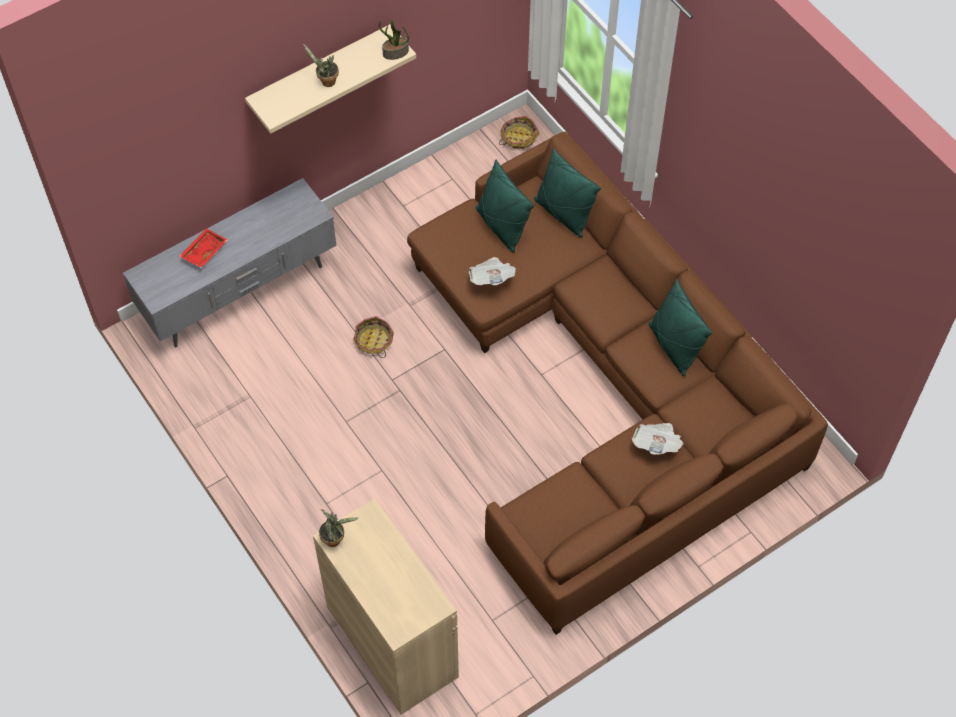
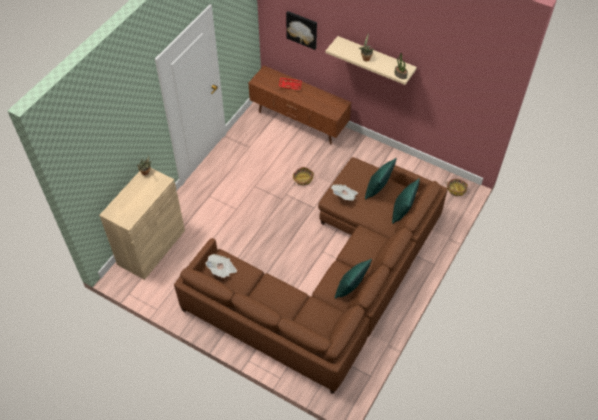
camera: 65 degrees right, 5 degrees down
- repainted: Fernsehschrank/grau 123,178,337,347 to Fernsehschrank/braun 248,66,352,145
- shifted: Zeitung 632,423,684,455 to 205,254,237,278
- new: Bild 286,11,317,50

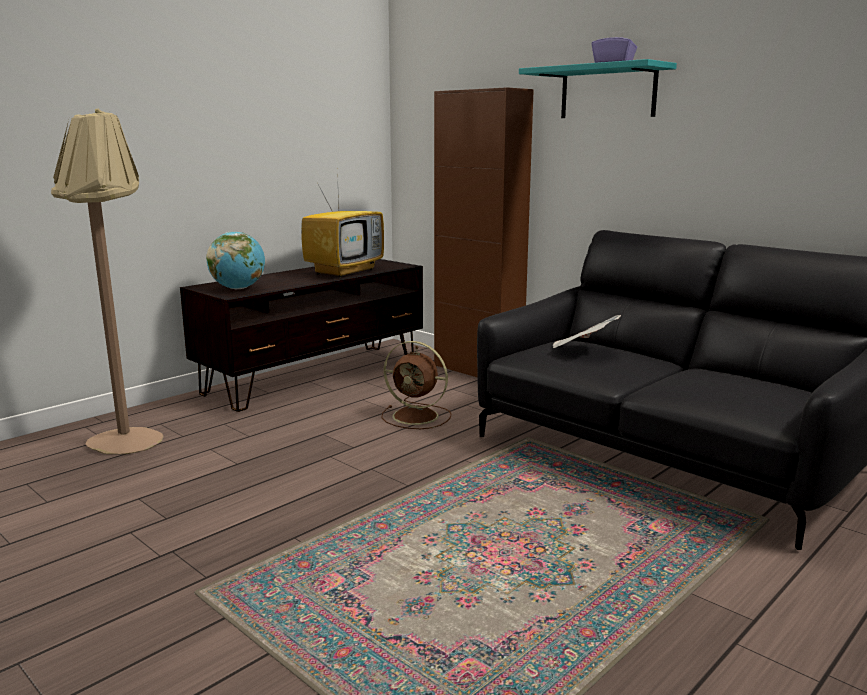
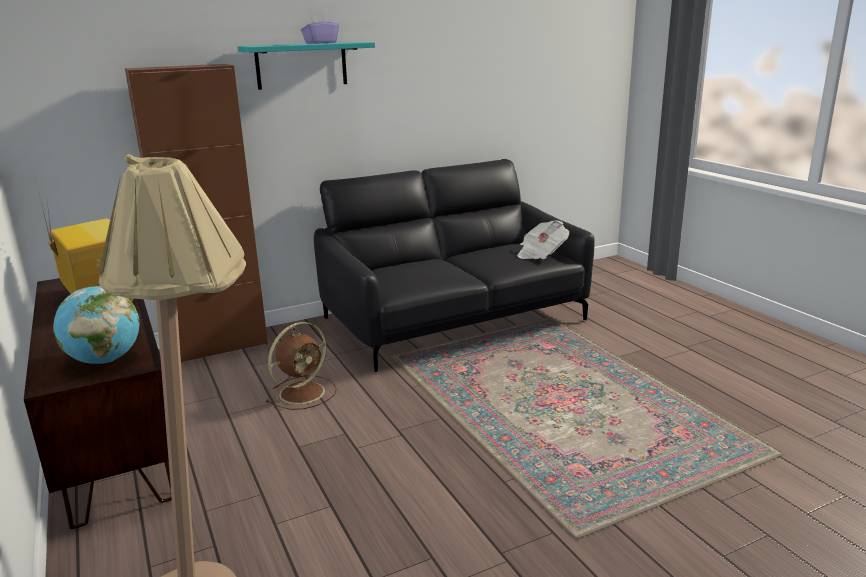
camera: 70 degrees left, 5 degrees up
- shifted: Zeitung 553,315,621,348 to 517,220,569,259

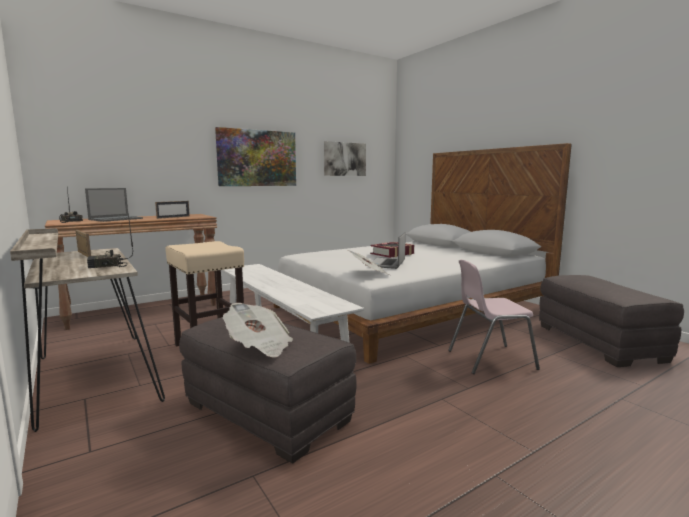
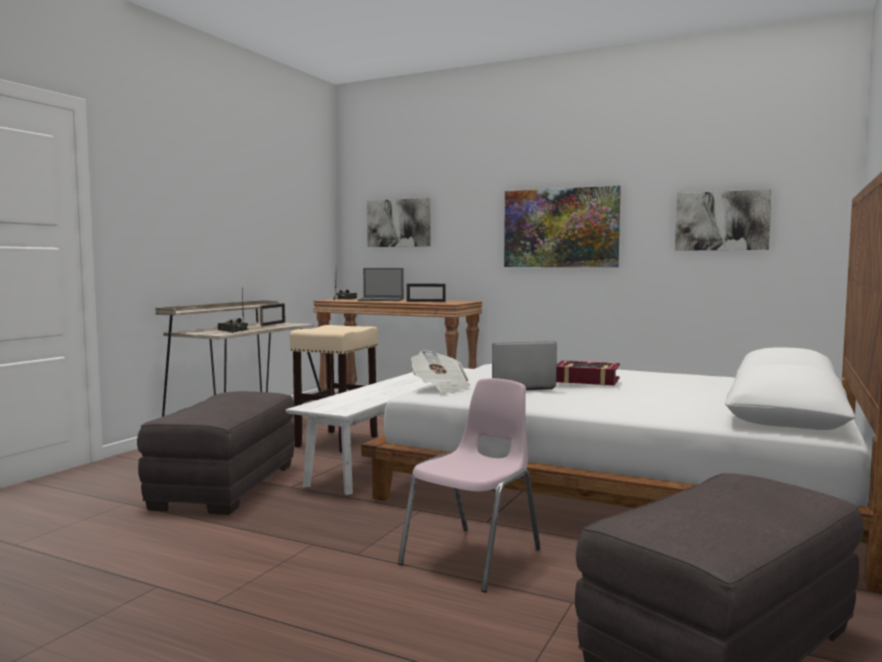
camera: 60 degrees right, 5 degrees down
- gone: Zeitung 223,303,293,358
- rotated: Stuhl/rosa 448,260,540,374 = 398,378,541,592 75 degrees clockwise
- new: Bild 367,198,430,247

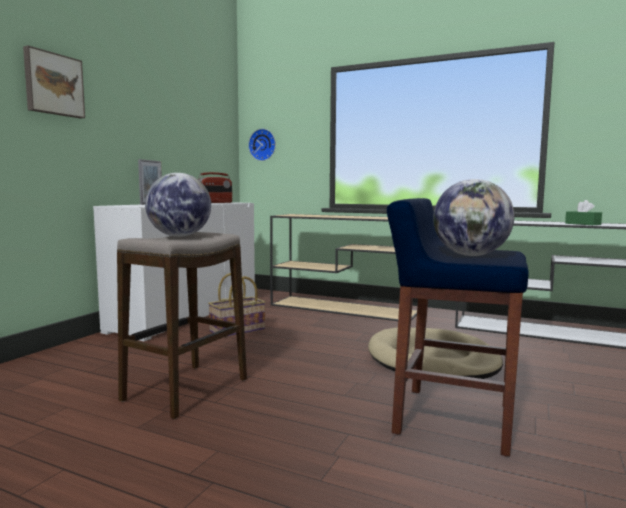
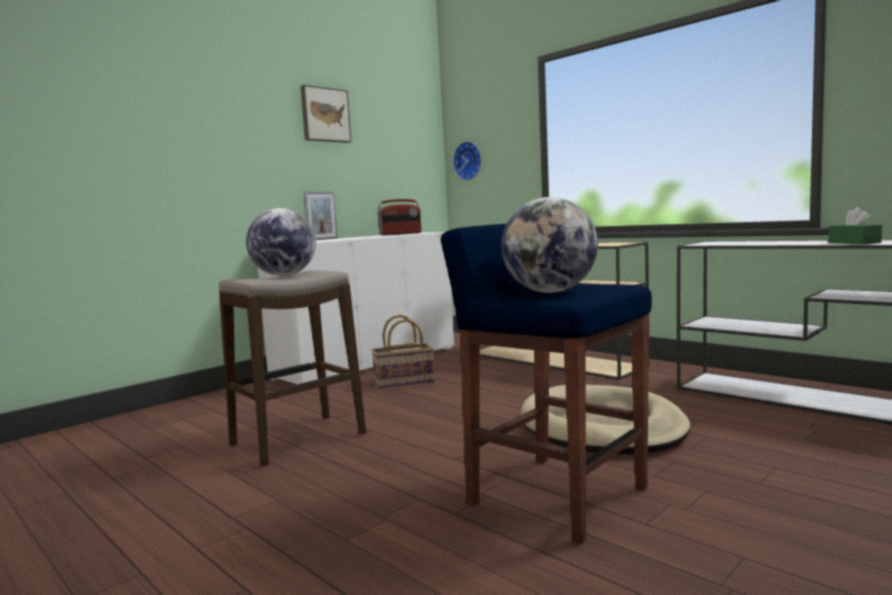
camera: 20 degrees right, 0 degrees up
- shifted: Bild 23,46,85,119 to 301,85,351,143

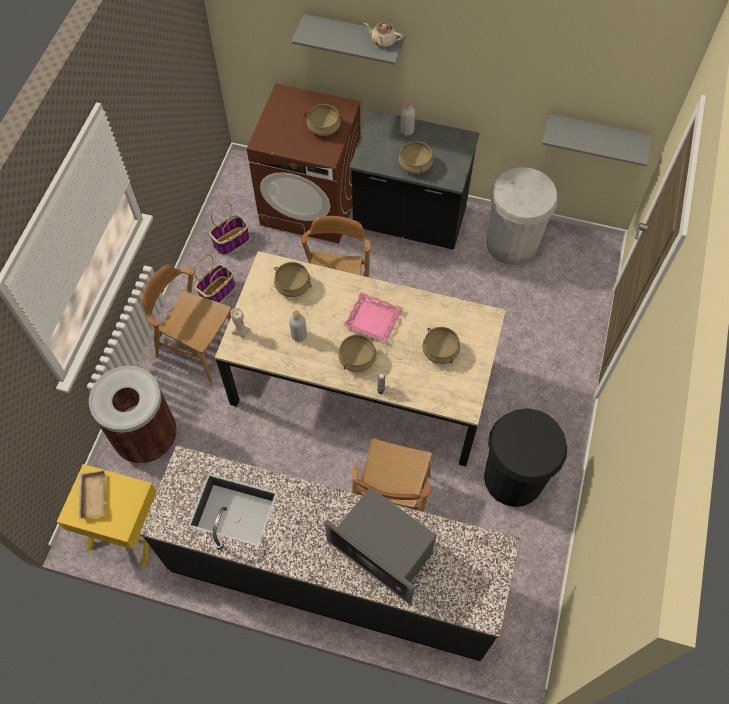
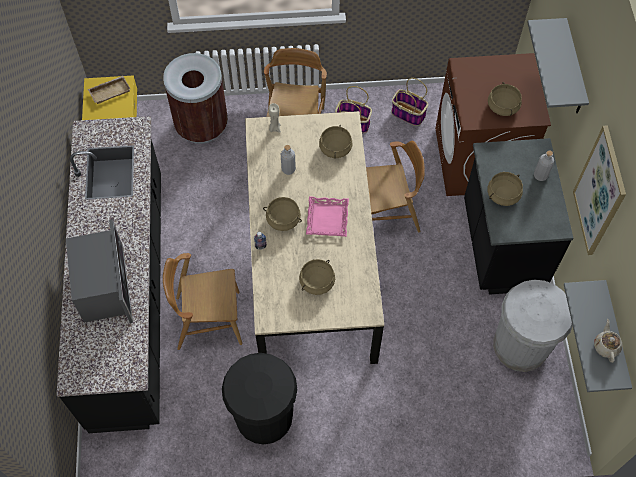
camera: 70 degrees right, 0 degrees up
- rotated: Mikrowelle 325,487,437,605 = 66,220,133,323 150 degrees clockwise
- shifted: Teekanne/beige 364,22,402,47 to 594,319,622,363
- new: Bild 573,125,626,255

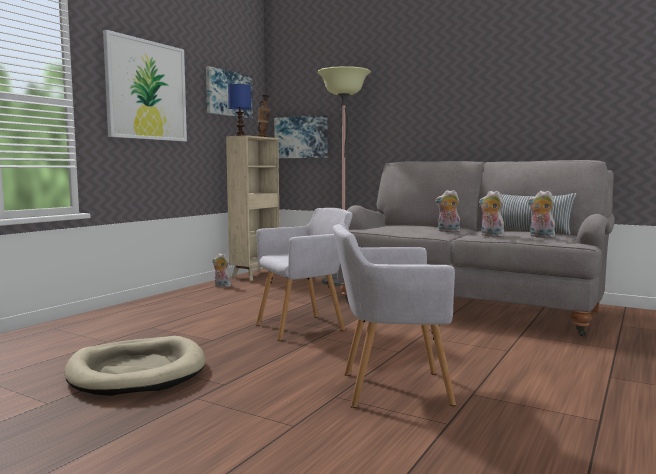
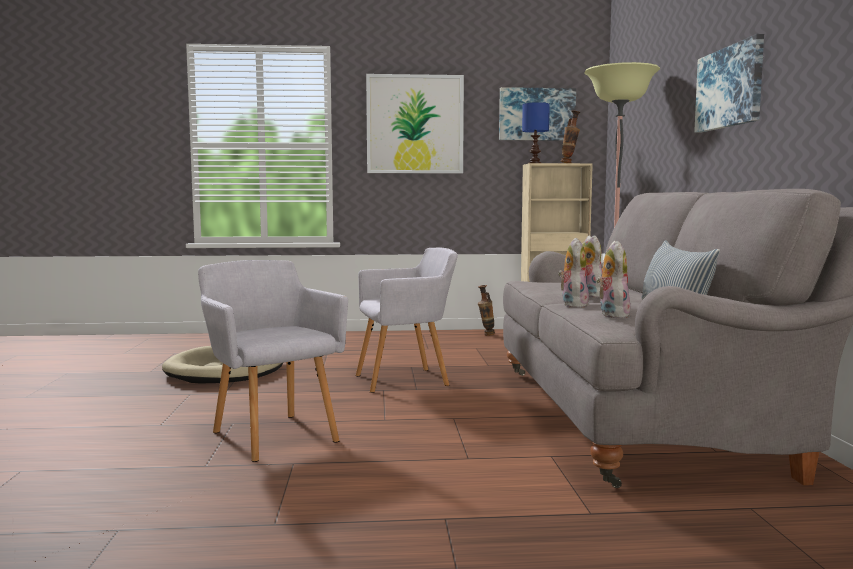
camera: 55 degrees right, 0 degrees up
- swapped: Plüschtier 212,253,231,287 to Vase 478,285,495,335
- rotated: Sessel/grau 256,208,353,341 = 356,248,458,393 45 degrees counterclockwise
- shifted: Bild 274,115,328,158 to 694,34,764,133

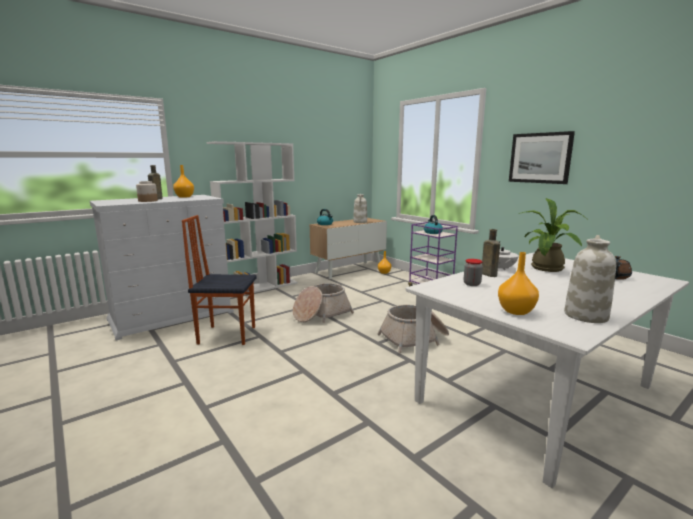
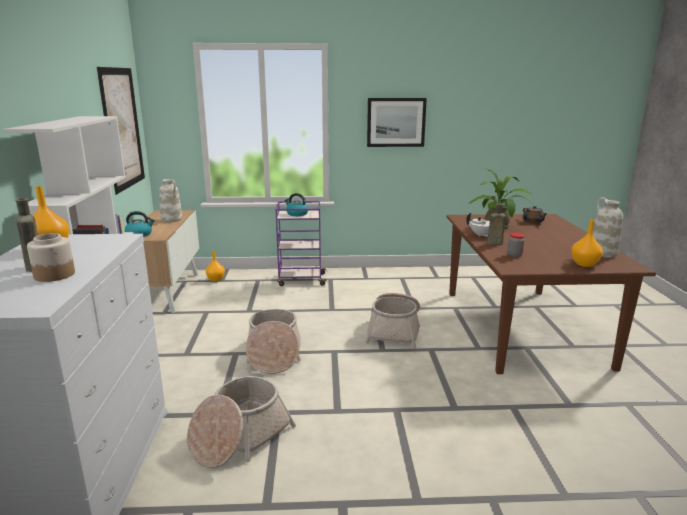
camera: 55 degrees left, 5 degrees up
- swapped: Stuhl 182,215,257,345 to Korb 187,376,296,468
- repainted: Esstisch/weiß 406,252,689,488 to Esstisch/braun 446,214,656,374
- new: Bild 97,67,145,194

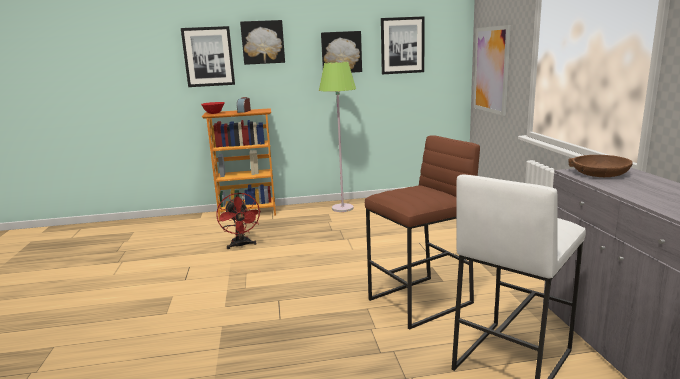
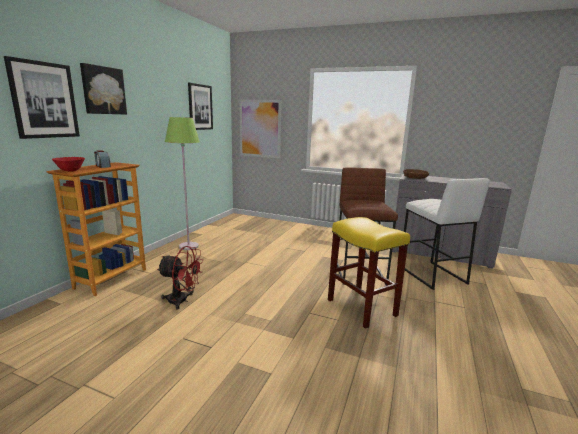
camera: 60 degrees left, 0 degrees up
- gone: Bild 321,31,362,73
- new: Hocker/gelb 328,217,410,329

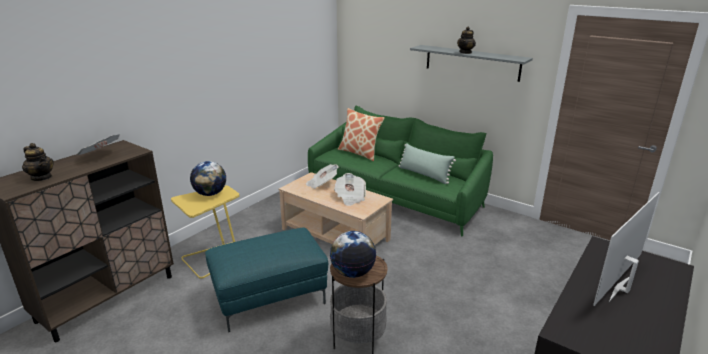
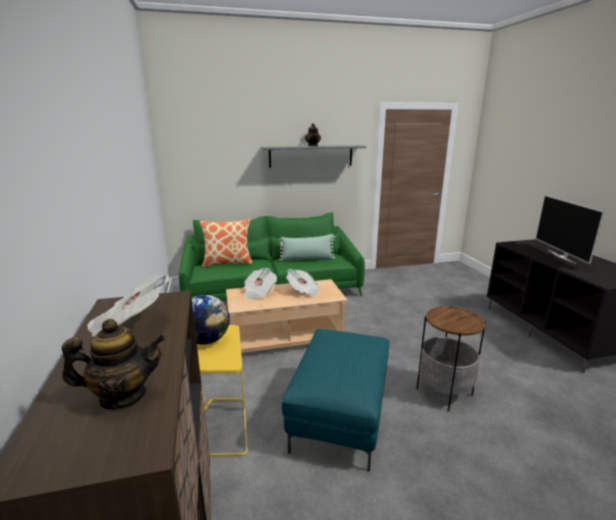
camera: 50 degrees left, 5 degrees down
- gone: Globus 330,231,376,278

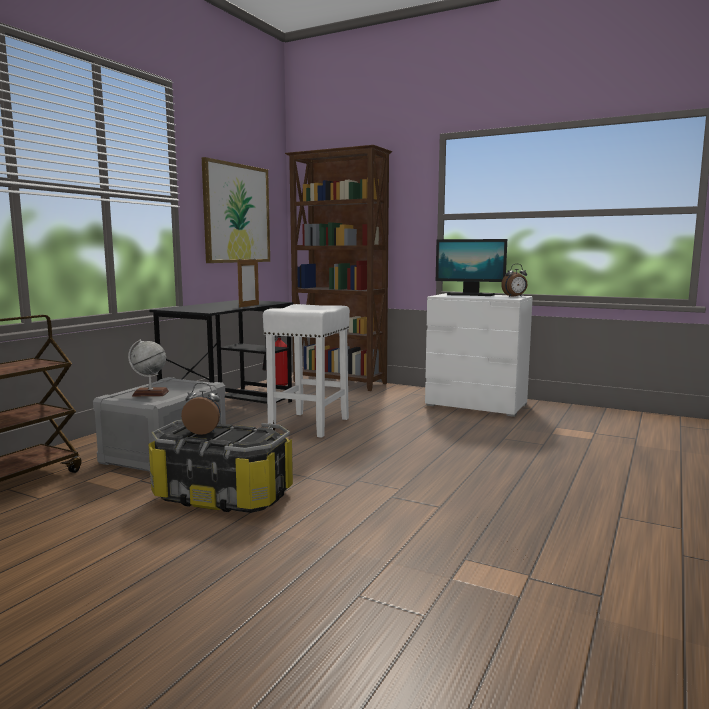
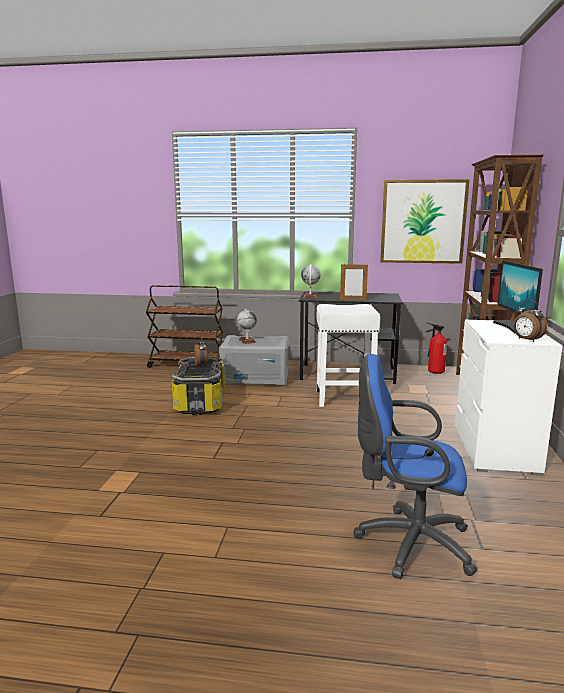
camera: 70 degrees right, 5 degrees up
- new: Globus 301,264,321,298
- new: Bürostuhl/blau 353,354,477,579

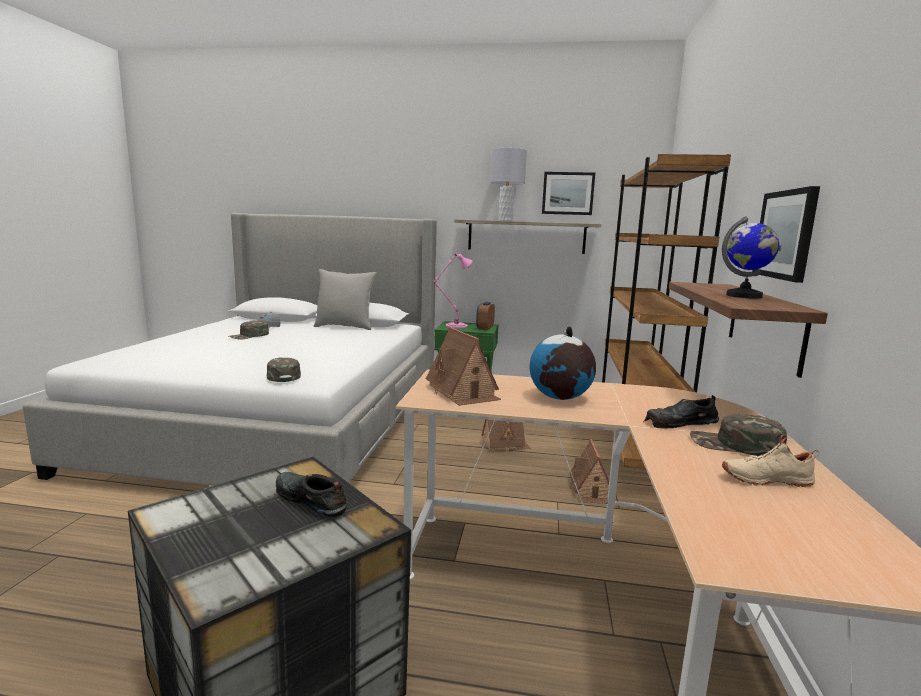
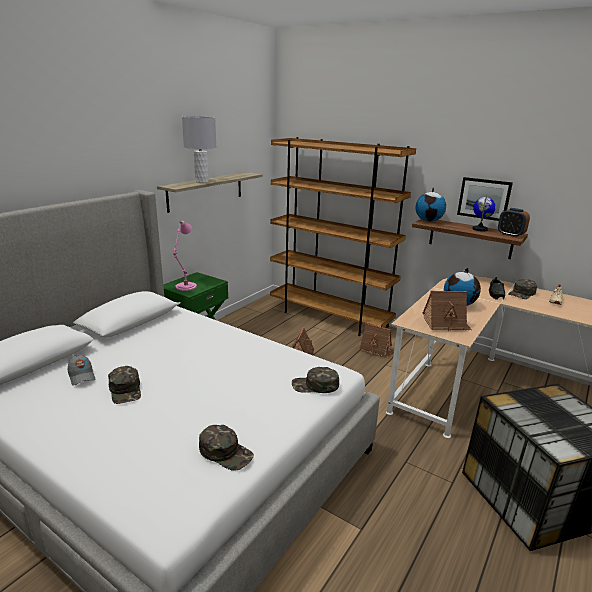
camera: 65 degrees left, 10 degrees up
- gone: Schuh/schwarz 276,472,347,517
- gone: Kissen/grau 314,269,376,330
- shifted: Wecker 476,302,495,330 to 498,208,530,237
- gone: Bild 542,172,595,215
- new: Kappe/grün 199,425,254,471
- new: Globus 416,188,446,222

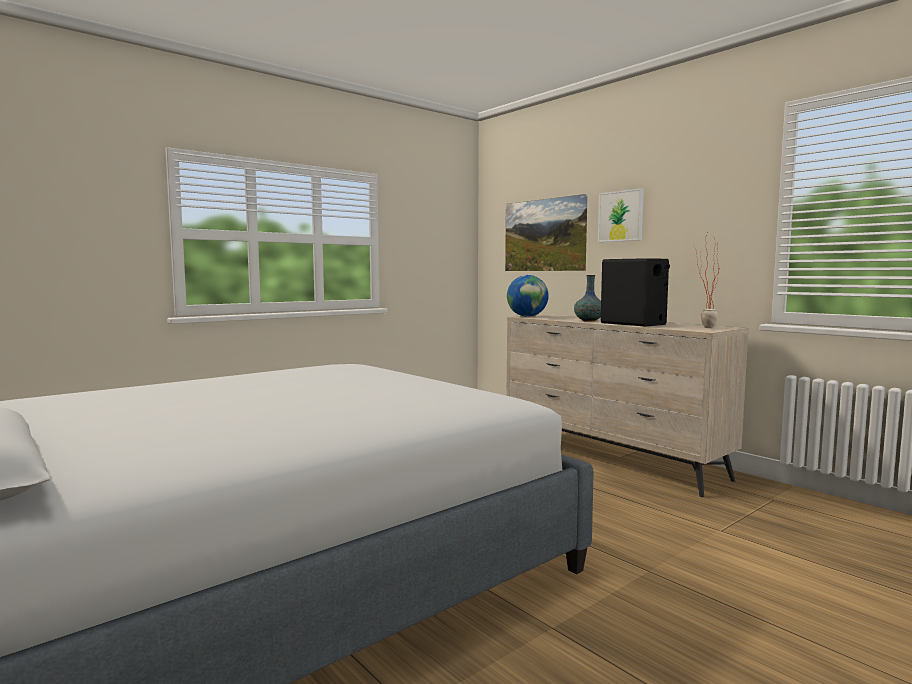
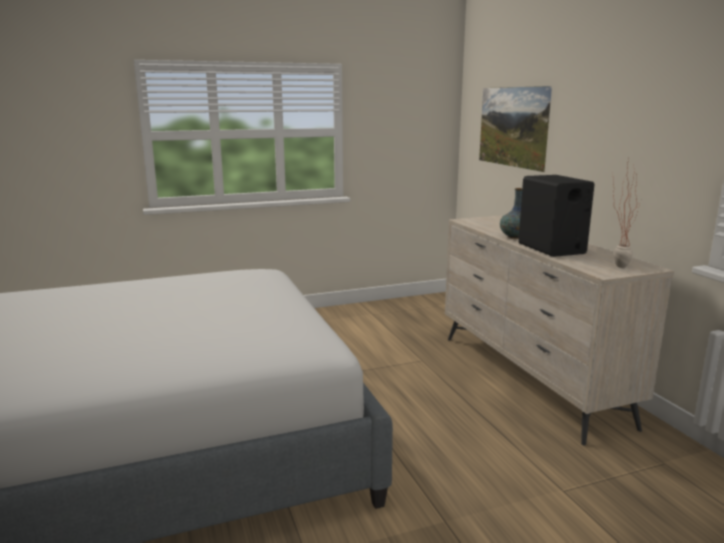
camera: 20 degrees right, 10 degrees up
- gone: Globus 507,275,549,317
- gone: Bild 598,188,644,242

